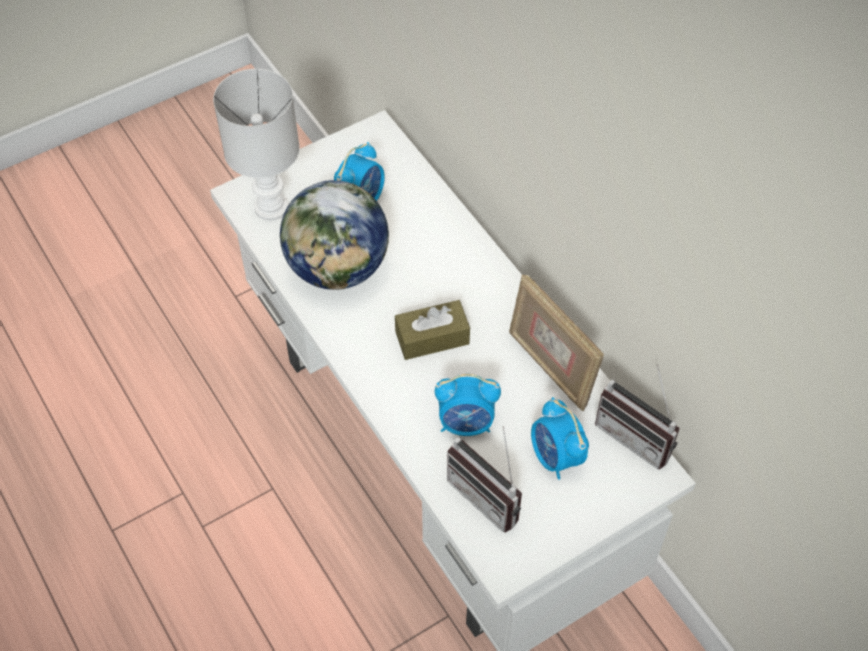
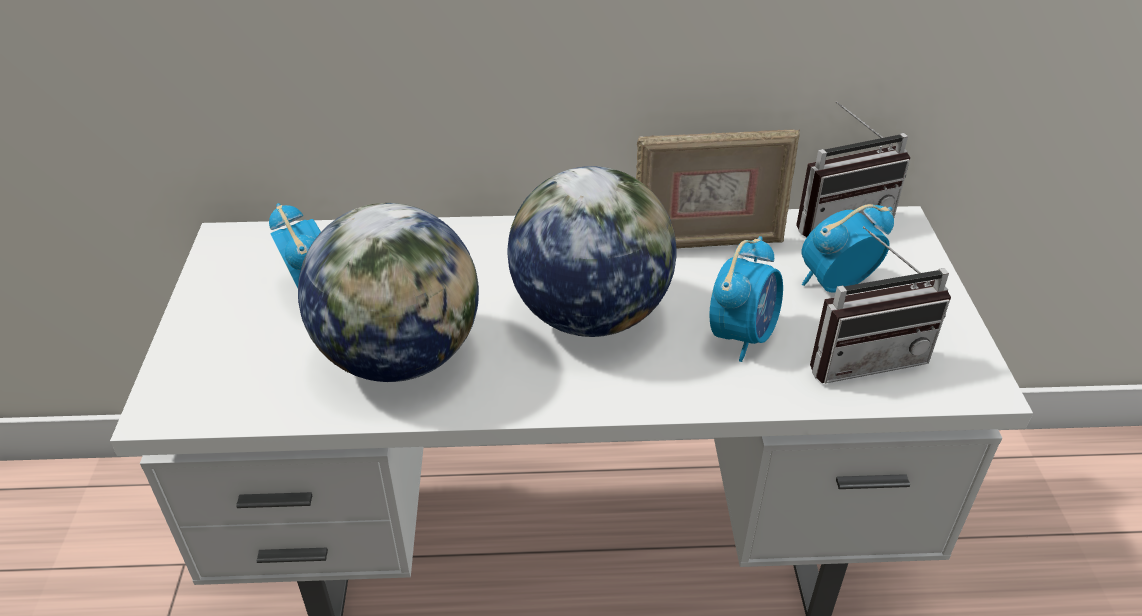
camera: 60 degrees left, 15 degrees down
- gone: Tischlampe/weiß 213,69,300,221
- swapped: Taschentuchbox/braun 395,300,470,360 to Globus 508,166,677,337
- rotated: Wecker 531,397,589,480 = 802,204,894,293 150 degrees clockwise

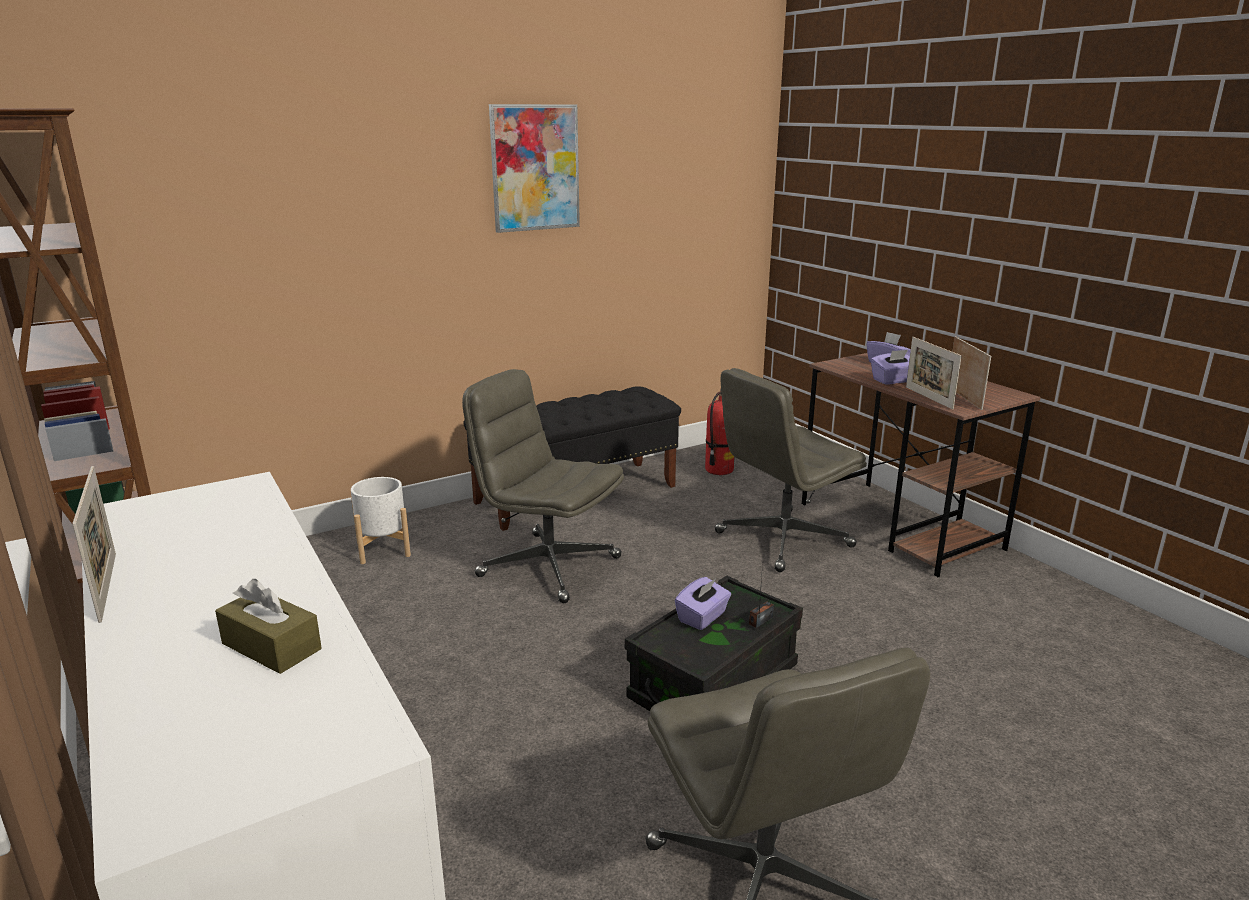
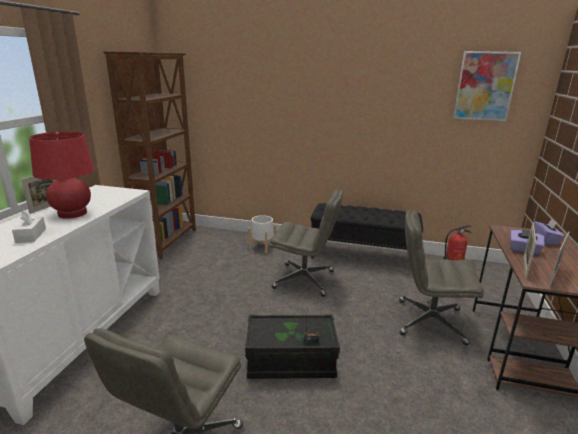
camera: 45 degrees right, 0 degrees up
- repainted: Taschentuchbox/braun 215,579,322,674 to Taschentuchbox/weiß 12,210,46,243
- rotated: Bürostuhl/grau 462,369,624,603 = 270,189,343,297 120 degrees clockwise
- shifted: Bild 489,104,580,233 to 453,51,521,121
- gone: Taschentuchbox/lila 675,577,731,630
- new: Tischlampe/rot 29,132,95,219

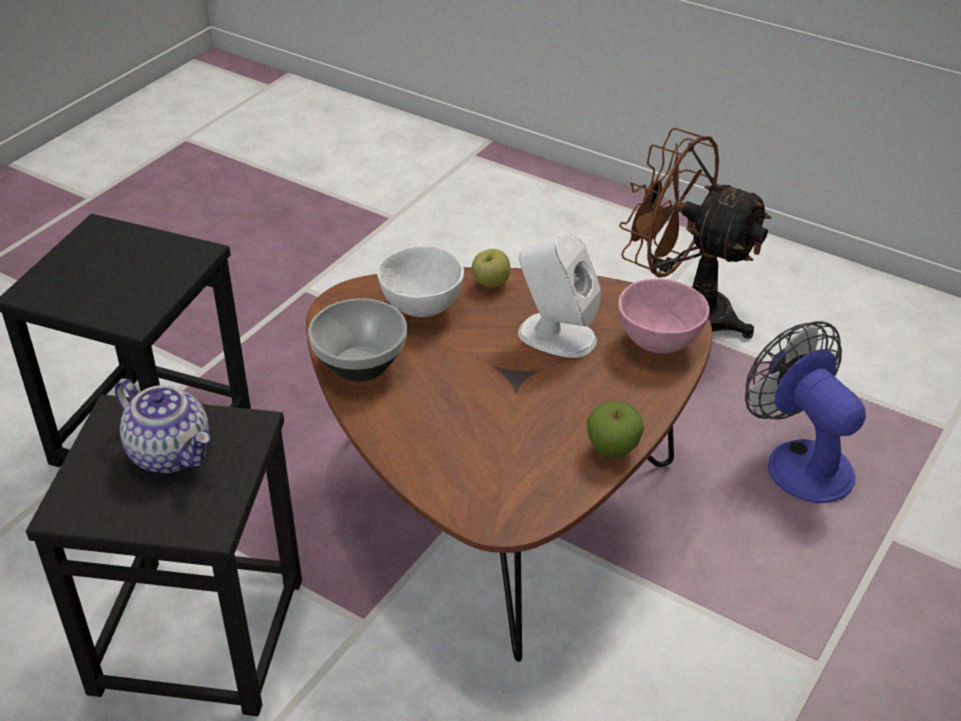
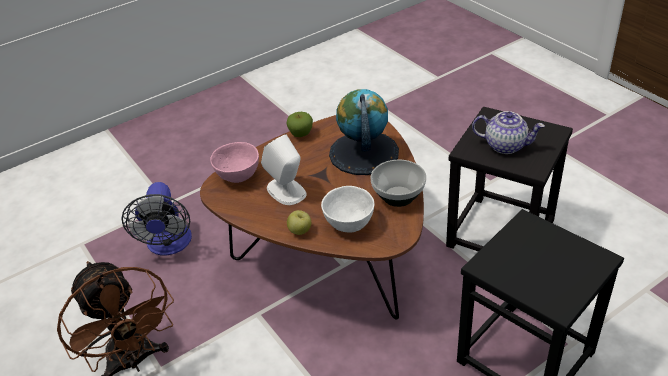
camera: 155 degrees left, 0 degrees up
- rotated: Teekanne 115,379,210,473 = 472,111,545,154 135 degrees clockwise
- new: Globus 329,89,399,175

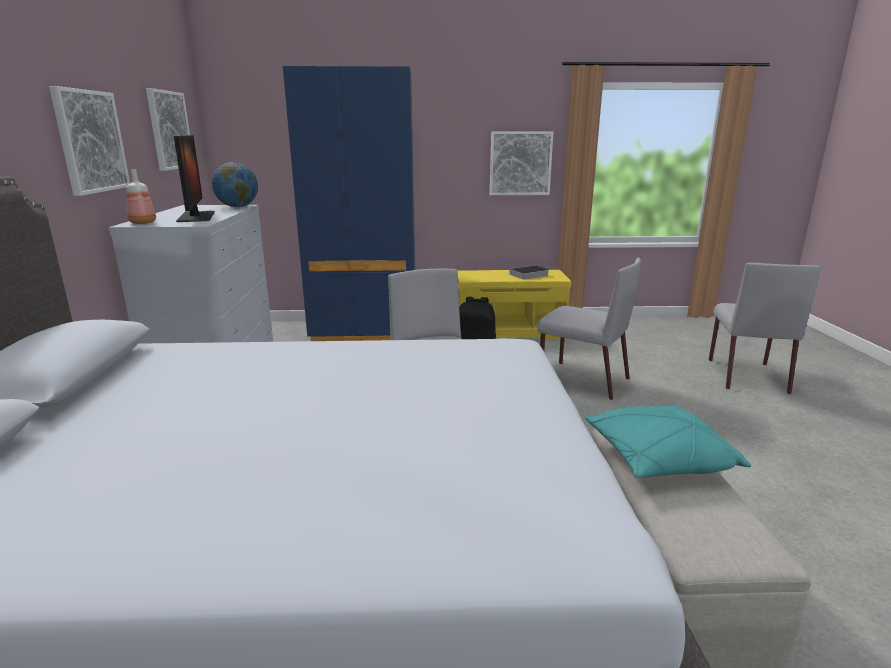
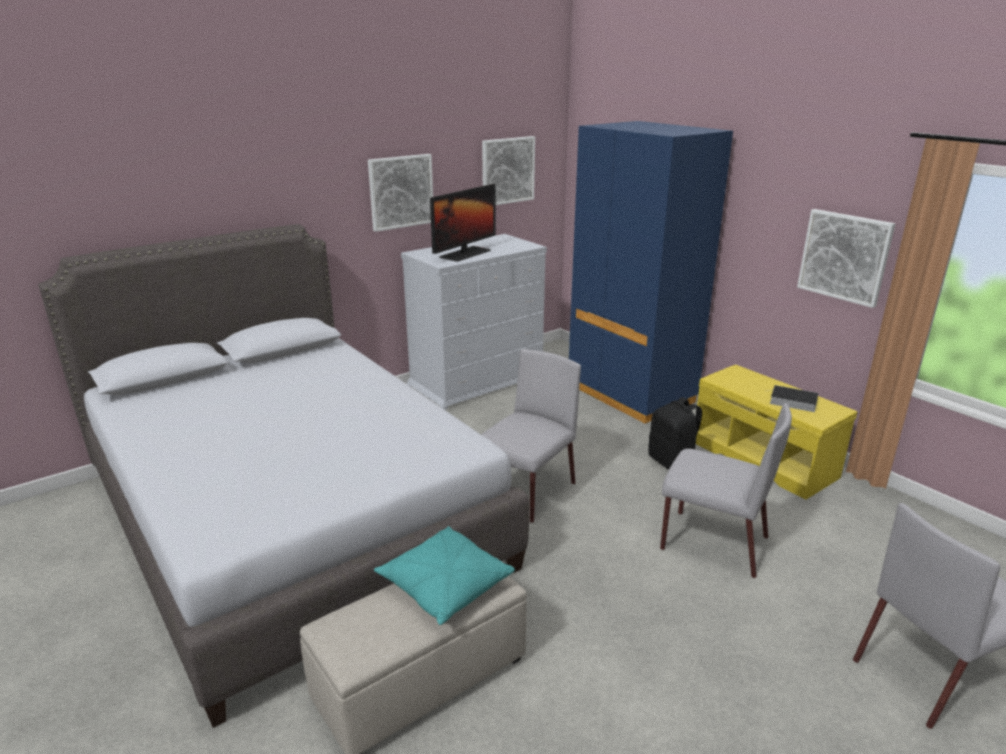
camera: 55 degrees right, 5 degrees up
- gone: Flasche 126,169,156,224
- gone: Globus 212,162,258,207
- rotated: Stuhl/grau 537,258,641,400 = 660,403,792,578 60 degrees counterclockwise

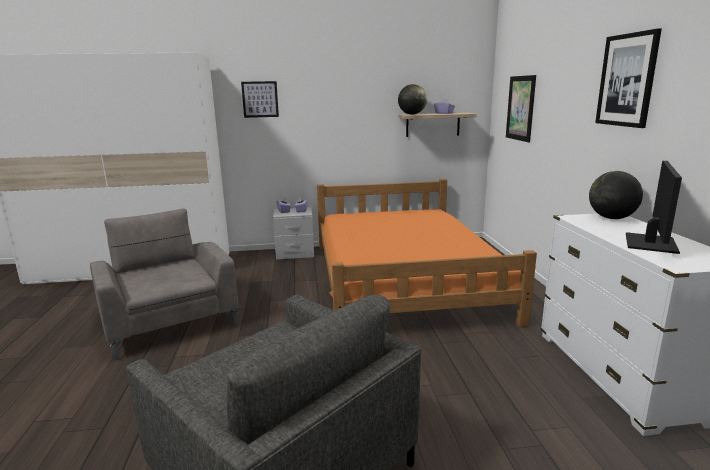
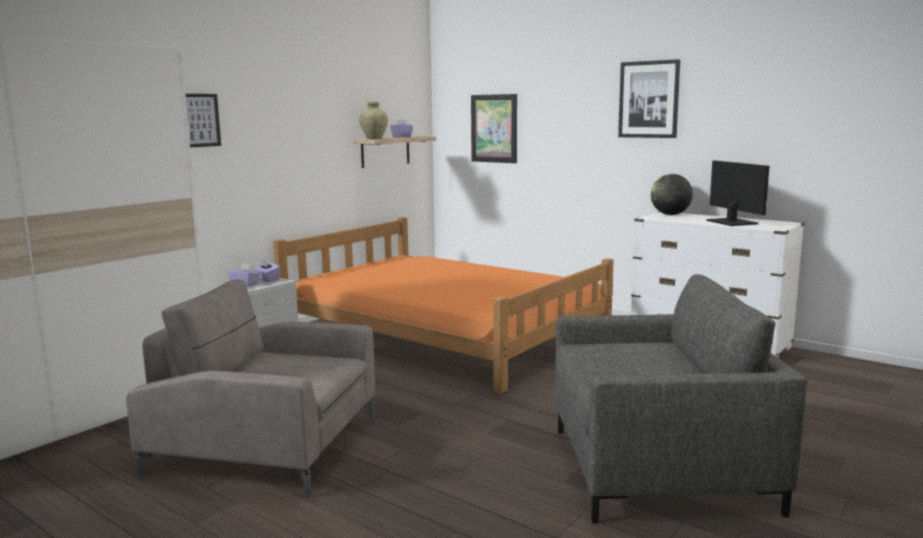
camera: 45 degrees left, 5 degrees down
- swapped: Globus 398,84,427,115 to Vase/beige 359,102,388,139

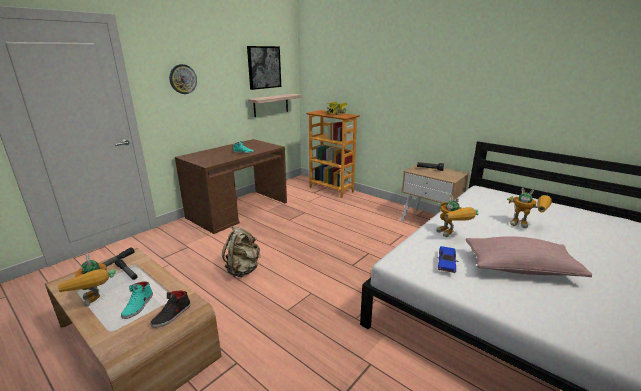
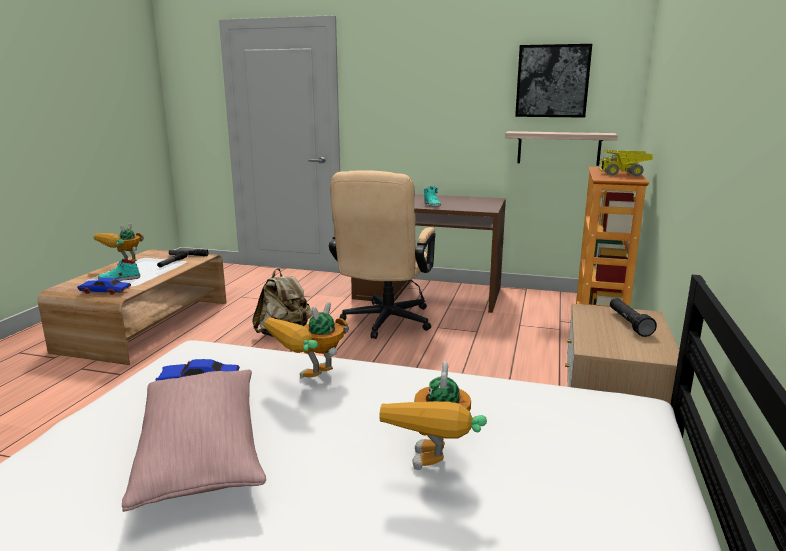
camera: 65 degrees right, 5 degrees down
- swapped: Schuh/schwarz 150,290,191,328 to Spielzeugauto/blau 77,277,131,295
- gone: Wanduhr 169,64,197,94
- new: Bürostuhl/beige 329,170,436,339

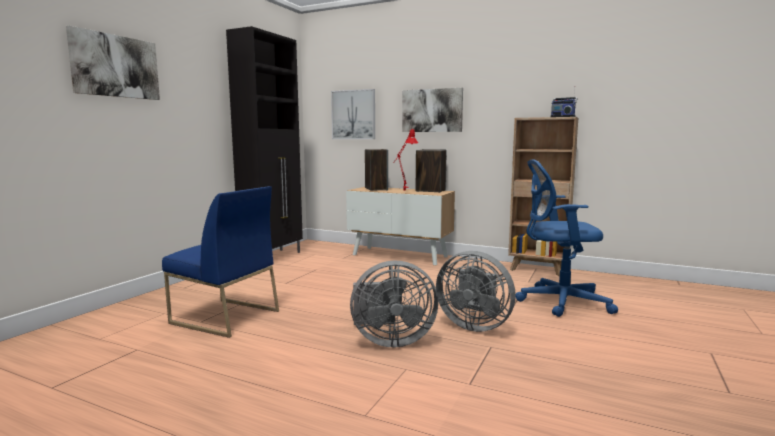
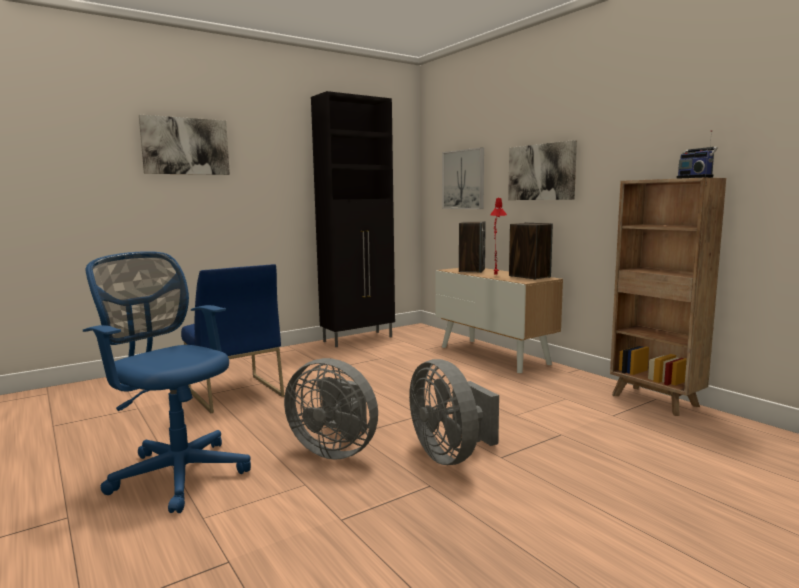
camera: 30 degrees right, 0 degrees up
- shifted: Bürostuhl/blau 515,159,618,317 to 83,251,251,513

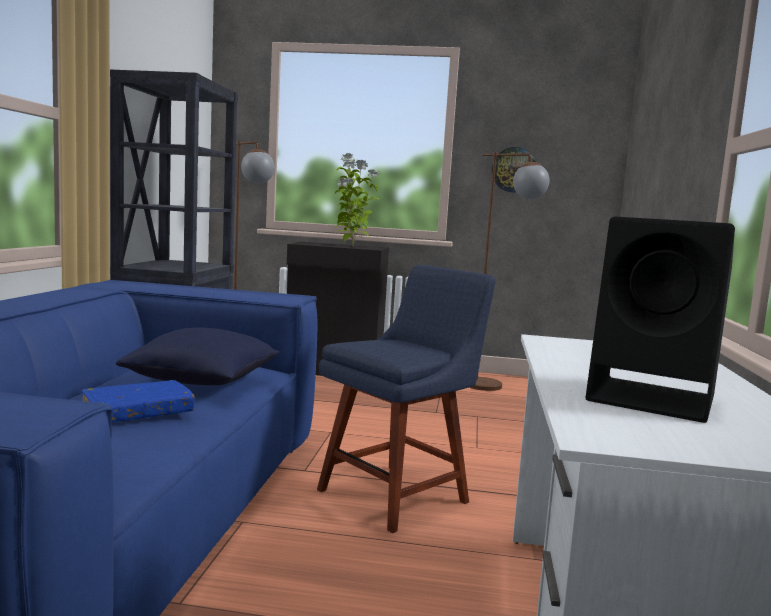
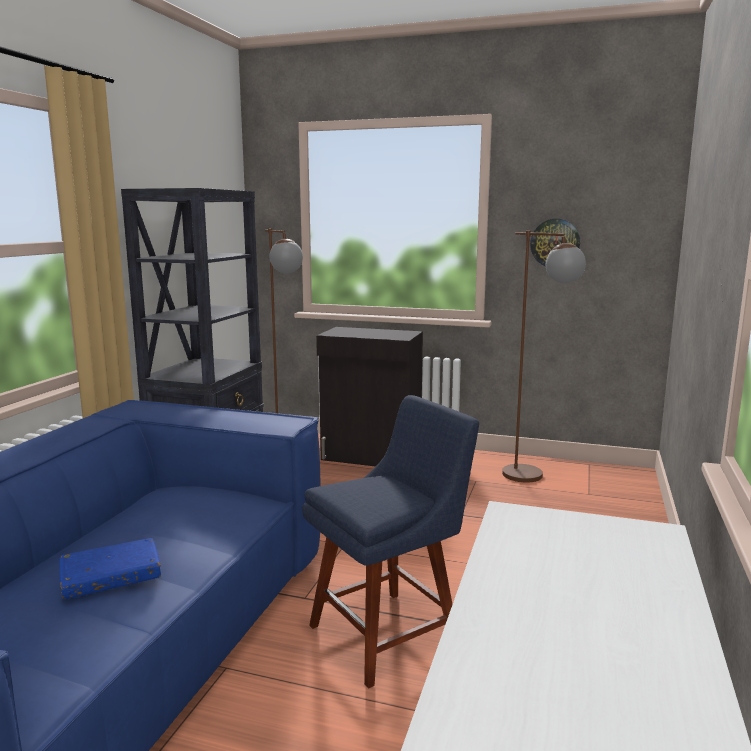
camera: 10 degrees right, 5 degrees up
- gone: Kissen/blau 116,328,280,385
- gone: Topfpflanze 335,153,381,246
- gone: Lautsprecher/schwarz 585,217,735,423

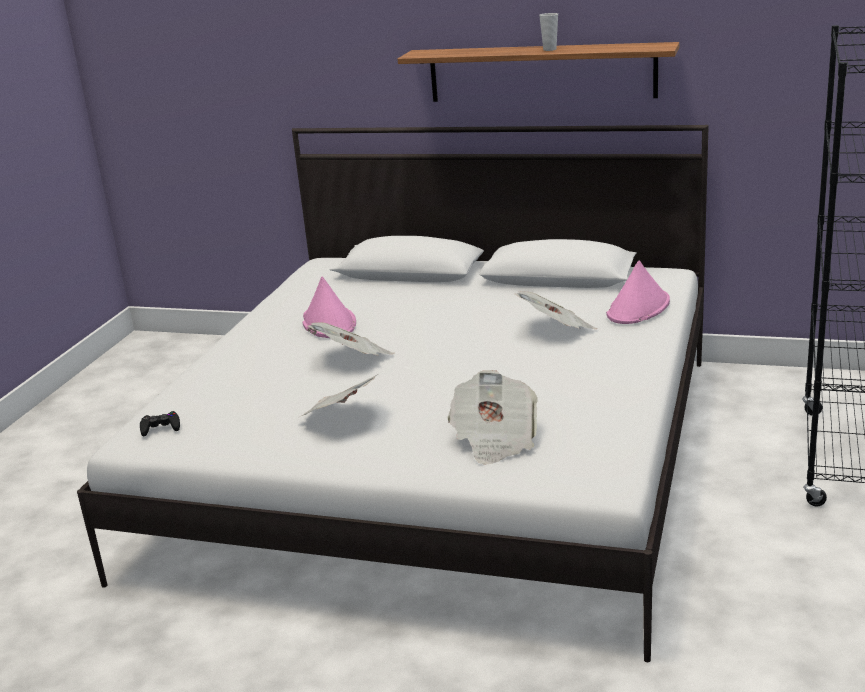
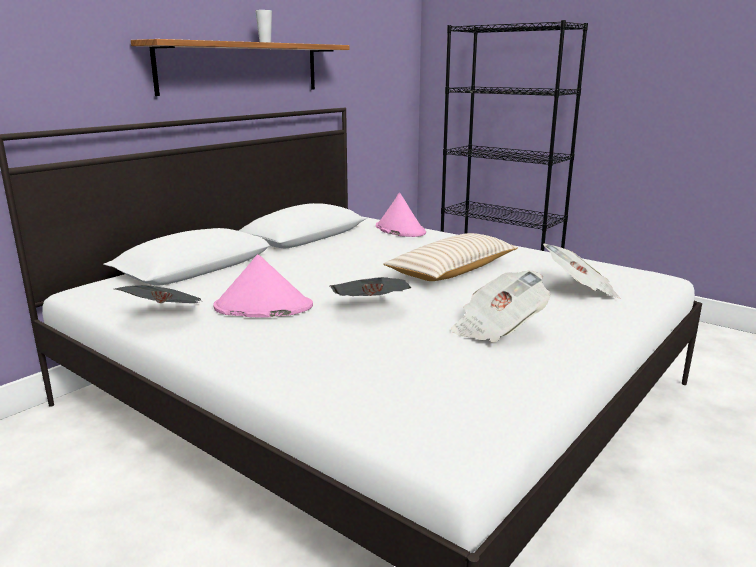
camera: 70 degrees left, 5 degrees down
- gone: Gamepad/schwarz 140,411,180,436
- shifted: Zeitung 515,292,598,329 to 115,285,201,303
- new: Kissen/beige 383,233,518,281

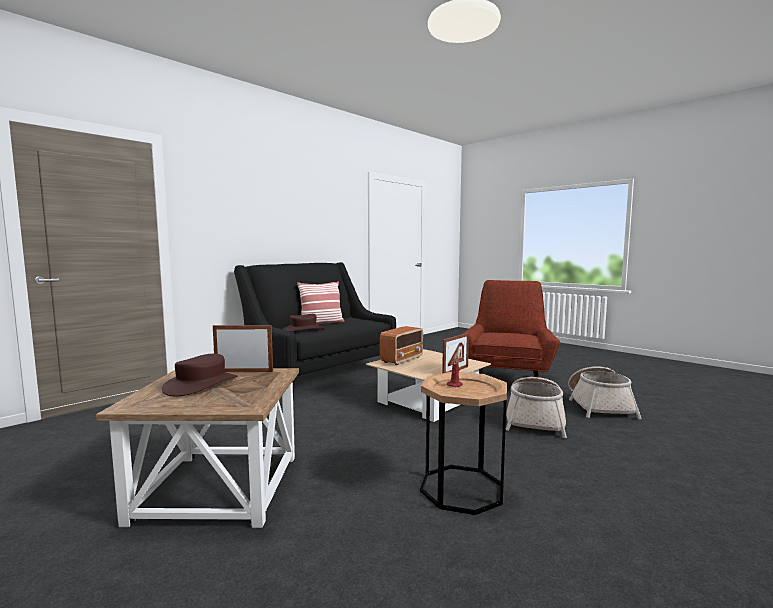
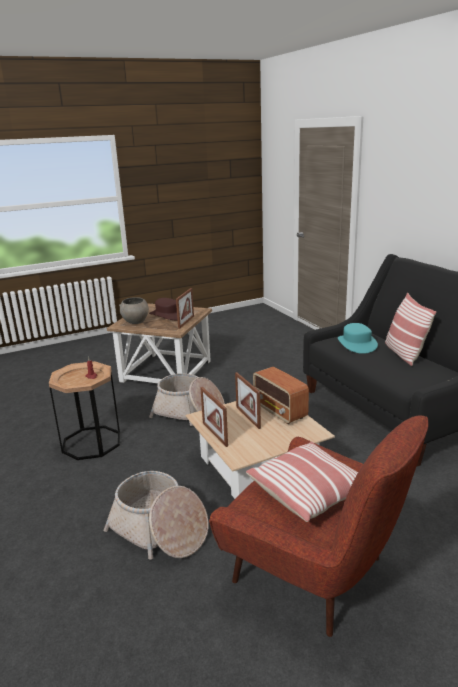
camera: 110 degrees right, 15 degrees up
- repainted: Hut/braun 282,314,325,332 to Hut/türkis 338,323,378,354
- shifted: Korb 568,366,642,419 to 149,373,225,426
- new: Schüssel/grau 119,297,149,324
- new: Bilderrahmen 235,372,261,429
- new: Kissen 246,442,358,522

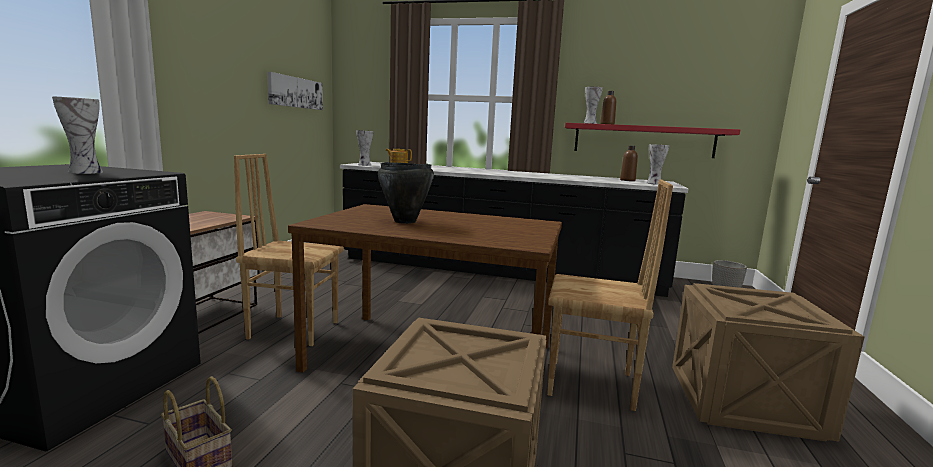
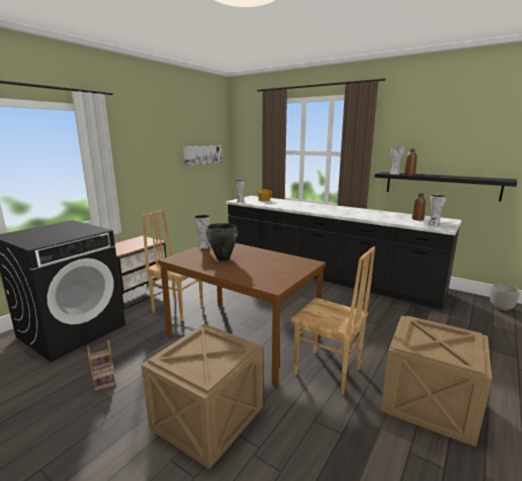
camera: 20 degrees right, 5 degrees up
- shifted: Vase 52,97,103,174 to 194,215,210,249
- repainted: Wandregal/rot 565,123,740,158 to Wandregal/schwarz 375,172,517,202

